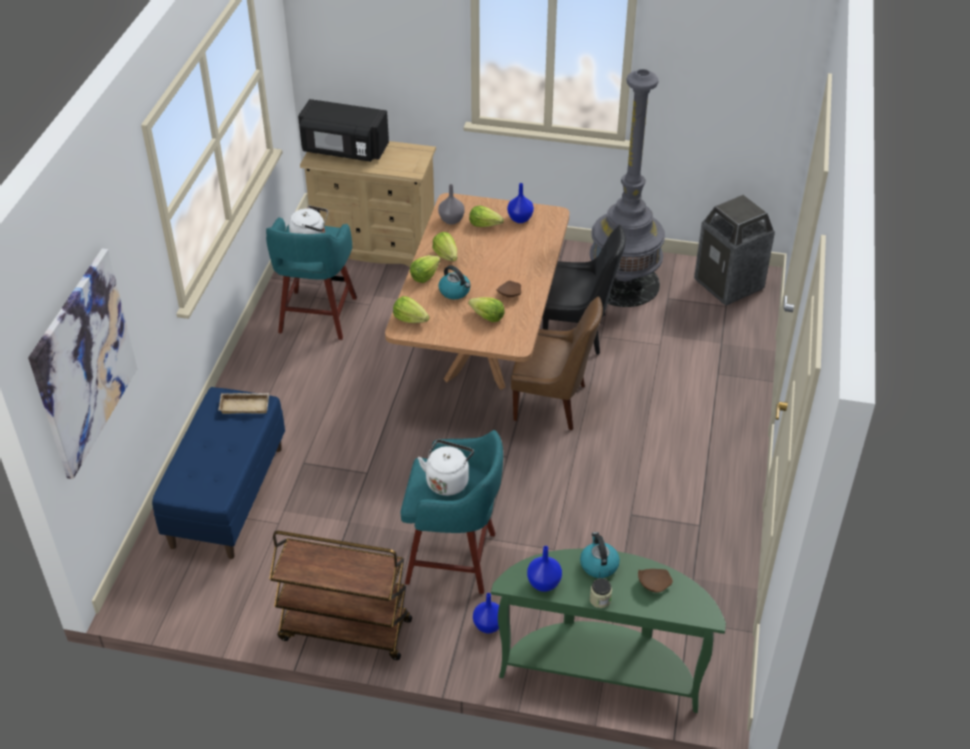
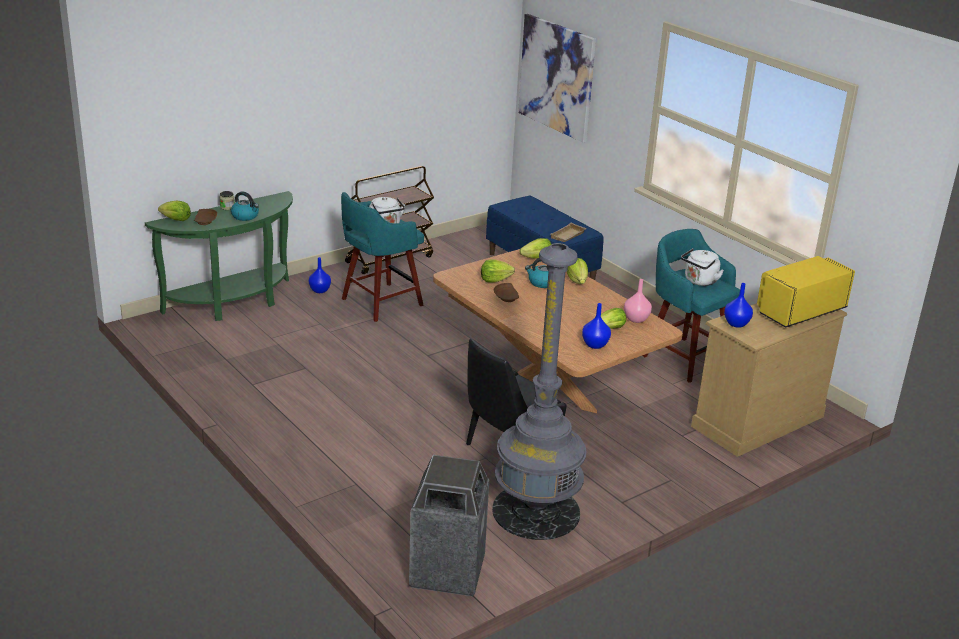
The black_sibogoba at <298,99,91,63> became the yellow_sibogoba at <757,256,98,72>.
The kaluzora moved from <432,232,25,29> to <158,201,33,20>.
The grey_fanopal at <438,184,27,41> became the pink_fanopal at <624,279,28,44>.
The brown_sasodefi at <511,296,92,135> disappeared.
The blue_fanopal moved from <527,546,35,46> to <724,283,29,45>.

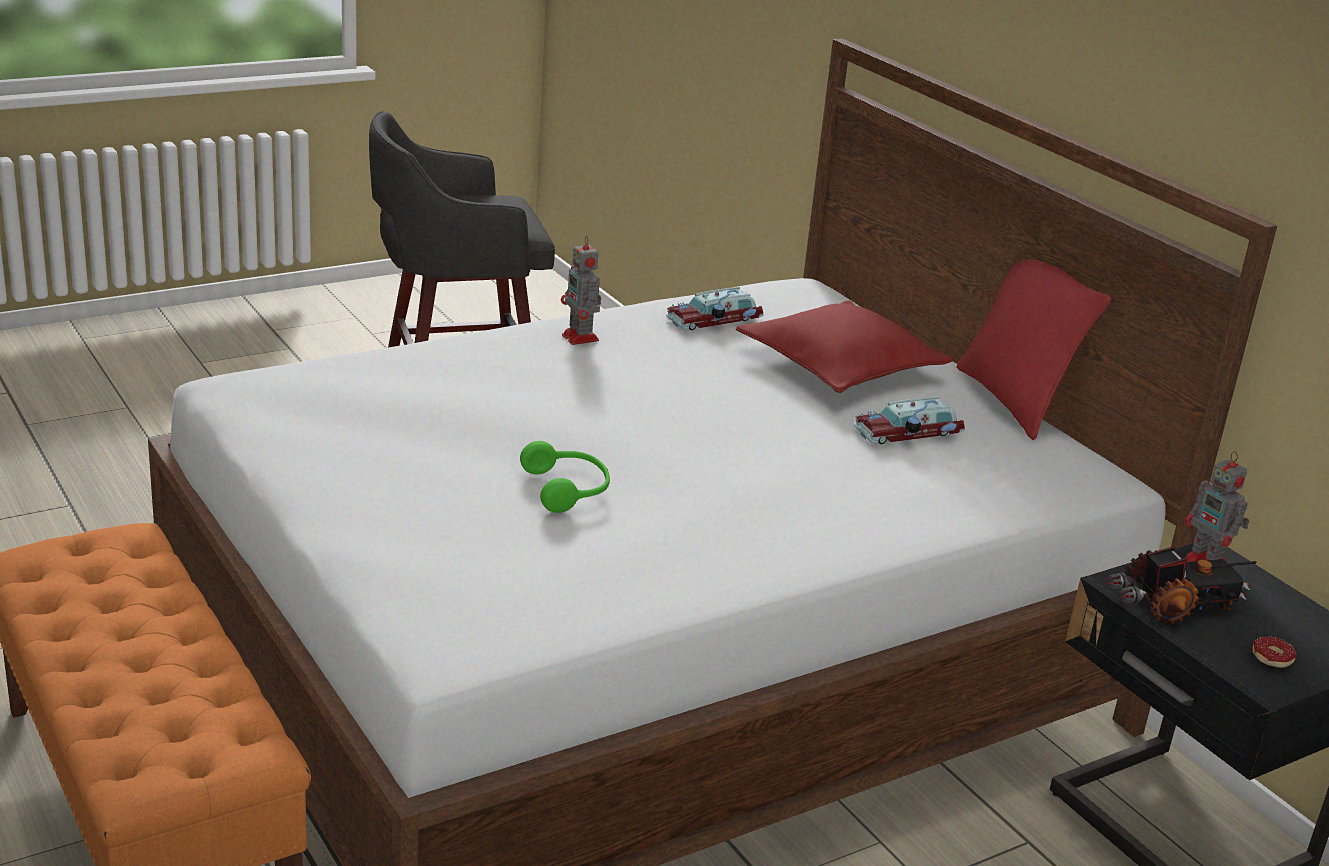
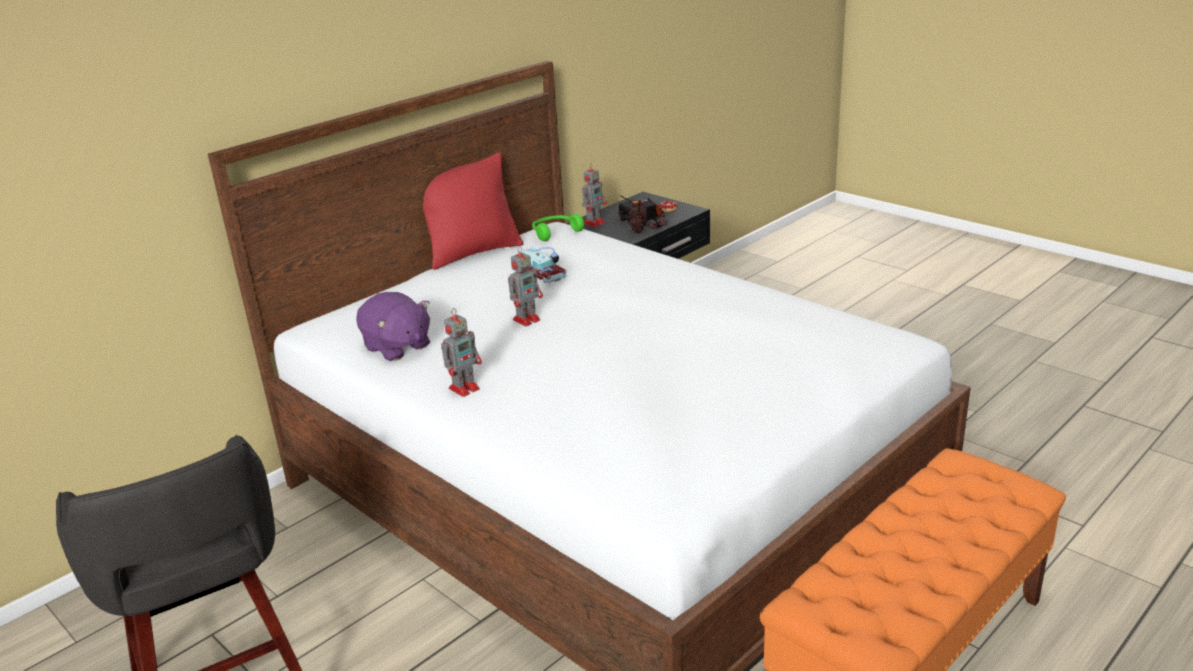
The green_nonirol moved from <520,441,90,72> to <532,214,52,27>.
The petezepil at <666,287,98,43> was replaced by the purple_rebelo at <356,292,74,69>.
The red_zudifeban at <736,301,218,92> disappeared.
The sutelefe at <508,246,35,80> appeared.

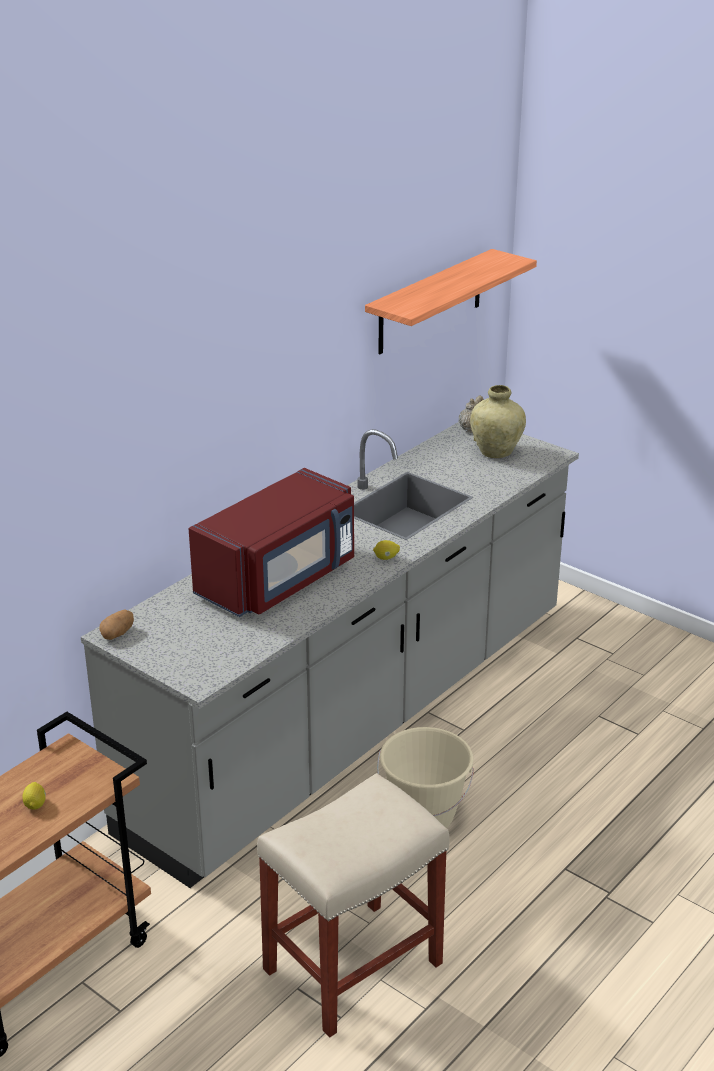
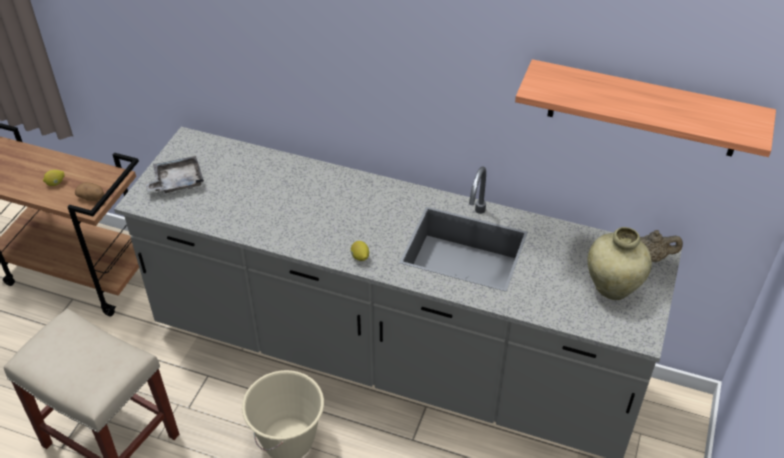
The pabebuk moved from <99,609,35,31> to <75,182,29,19>.
The red_sibogoba at <189,468,165,149> disappeared.
The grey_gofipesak at <145,156,59,38> appeared.

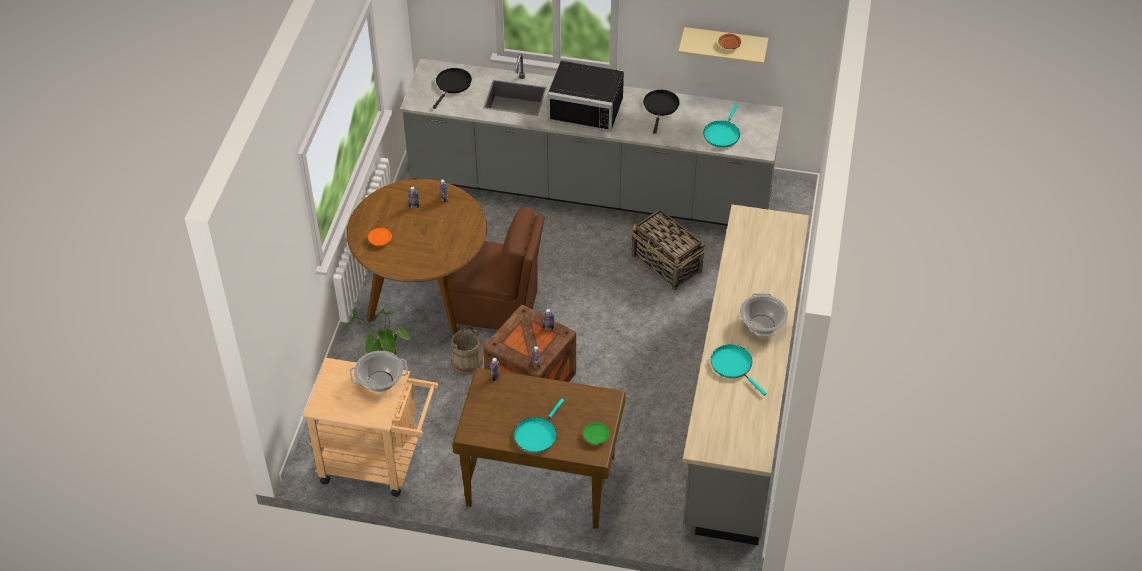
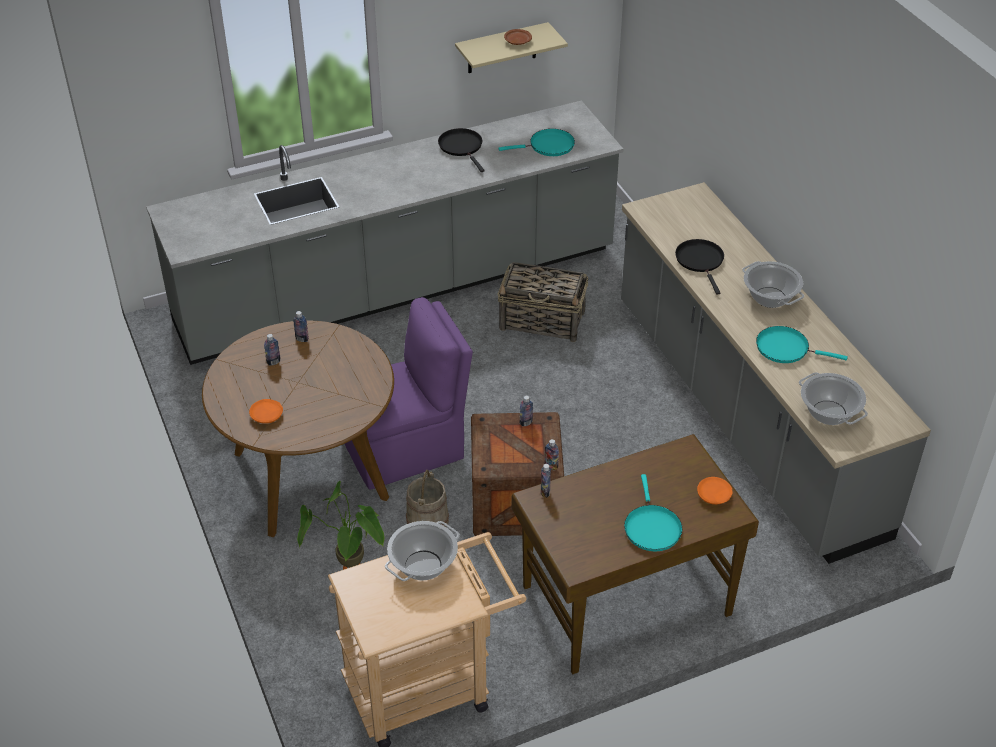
The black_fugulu moved from <433,68,39,41> to <675,239,49,56>.
The brown_sasodefi at <447,206,97,124> became the purple_sasodefi at <345,297,128,193>.
The black_sibogoba at <547,61,77,71> disappeared.
The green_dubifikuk at <583,423,26,22> became the orange_dubifikuk at <697,477,36,28>.
The turquoise_fugulu at <703,105,37,43> turned 90 degrees counterclockwise.
The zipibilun at <799,372,69,53> appeared.

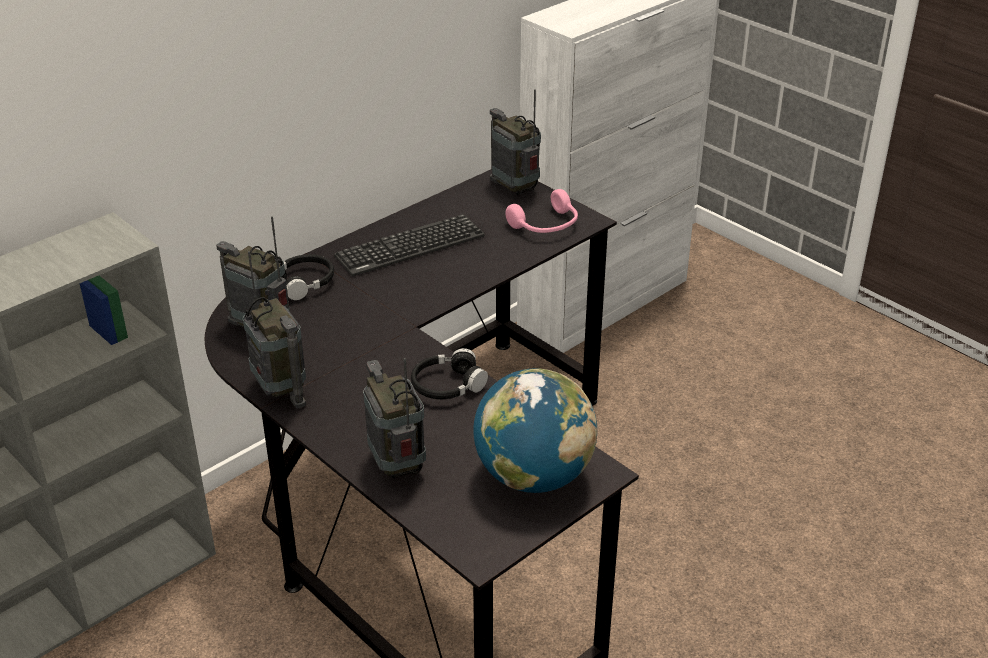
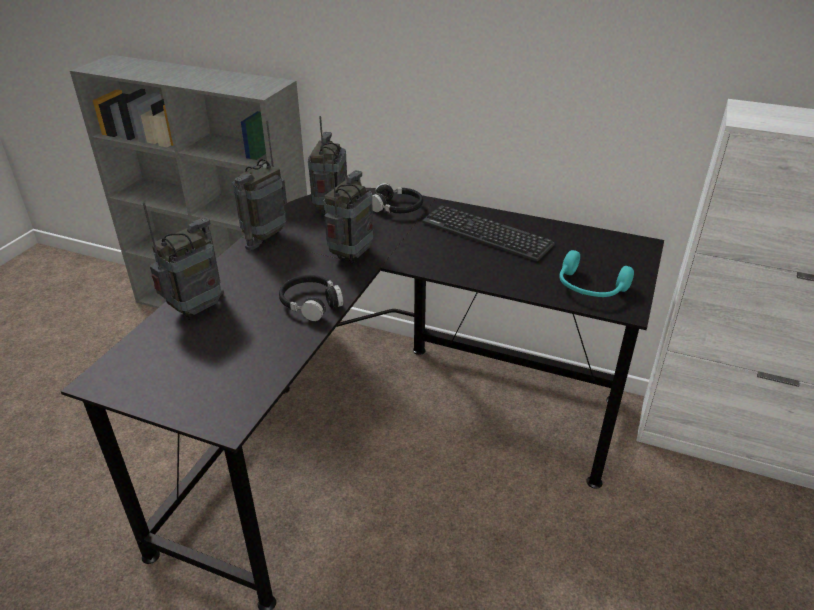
The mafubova at <473,368,124,125> disappeared.
The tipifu moved from <490,89,51,106> to <324,155,49,109>.
The pink_nonirol at <505,189,73,44> became the turquoise_nonirol at <559,250,75,47>.

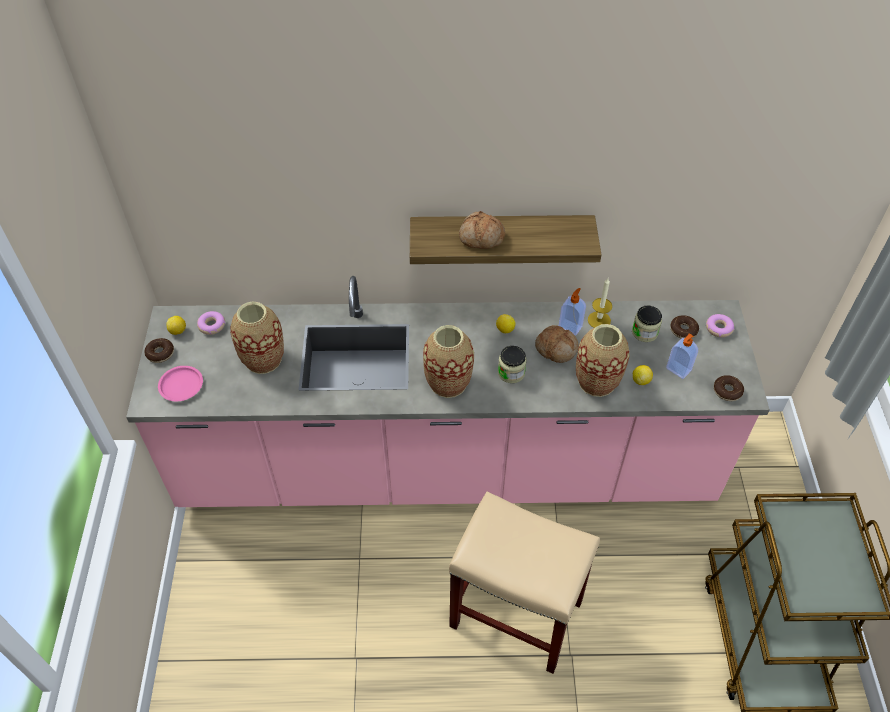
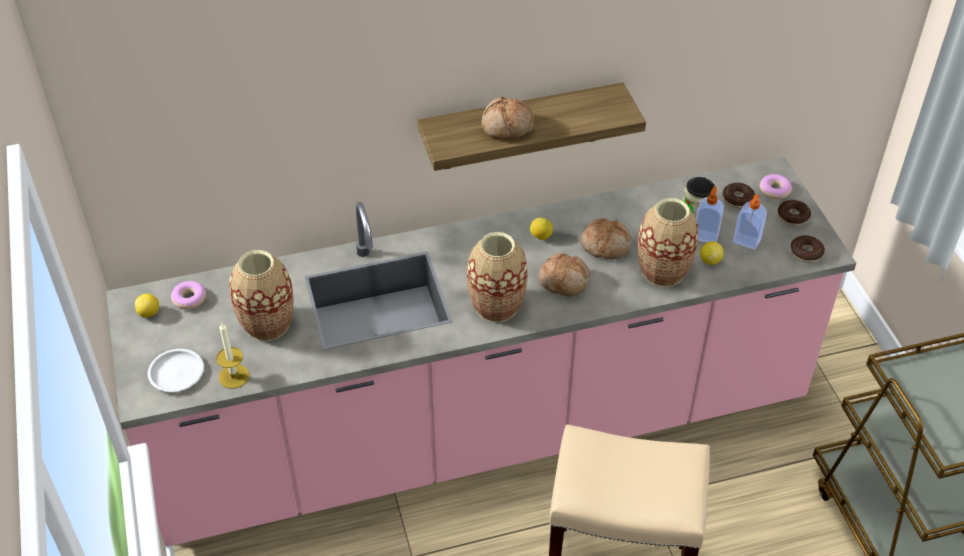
The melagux moved from <144,338,30,25> to <778,200,33,26>.
The pink_dubifikuk at <158,366,45,35> became the white_dubifikuk at <148,349,56,43>.
The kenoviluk at <498,346,29,37> was replaced by the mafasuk at <538,253,52,43>.
The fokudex moved from <559,288,27,47> to <696,186,28,57>.
The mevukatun moved from <588,278,24,50> to <216,323,34,66>.

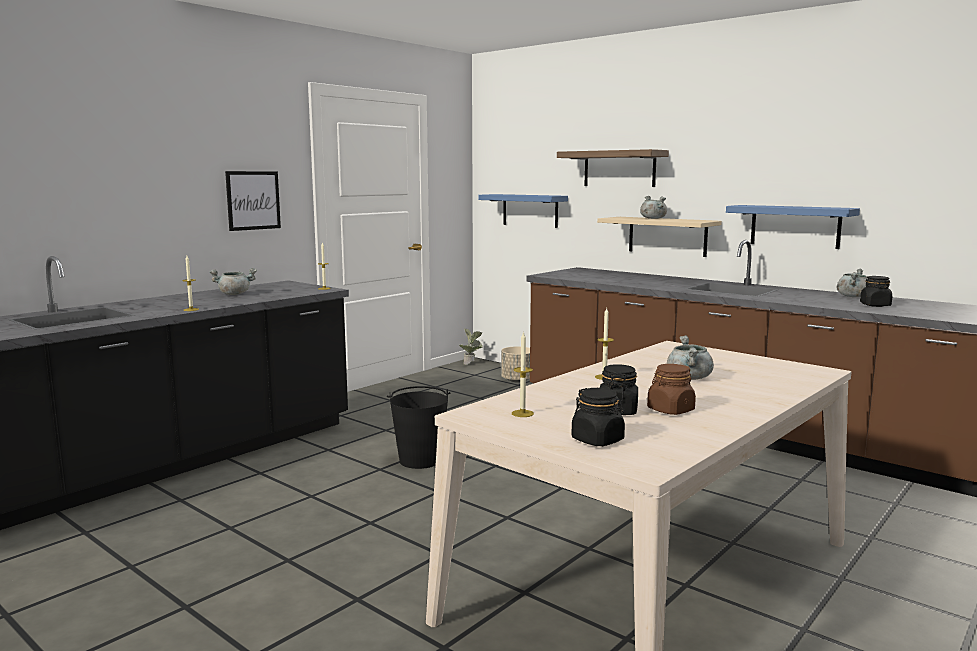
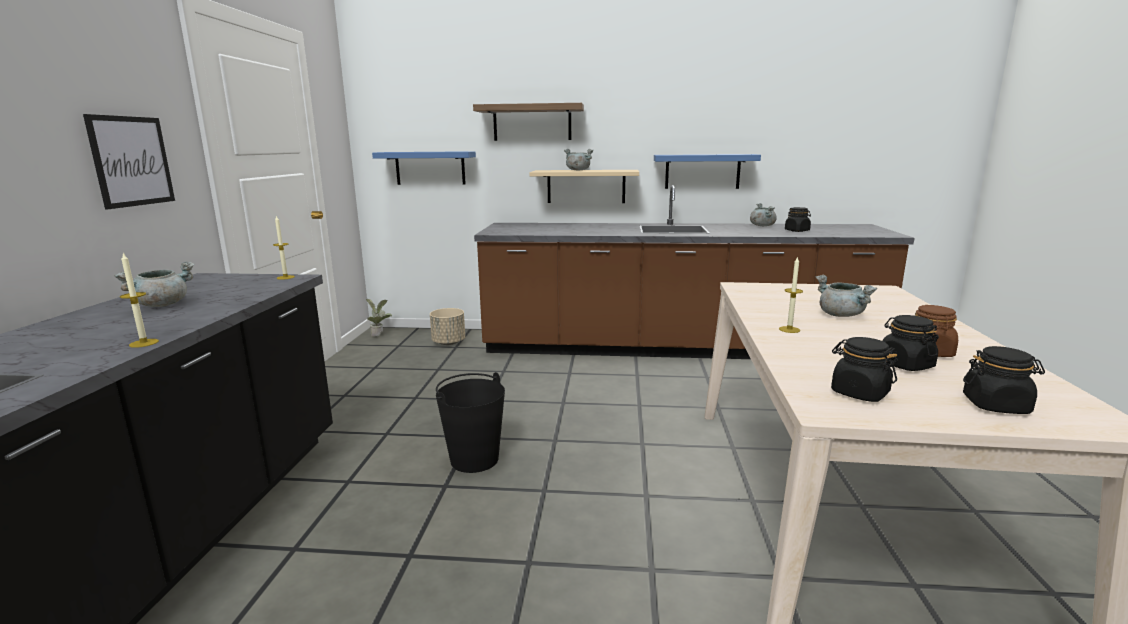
The mevukatun at <512,331,22,86> was replaced by the black_kenoviluk at <831,337,67,65>.

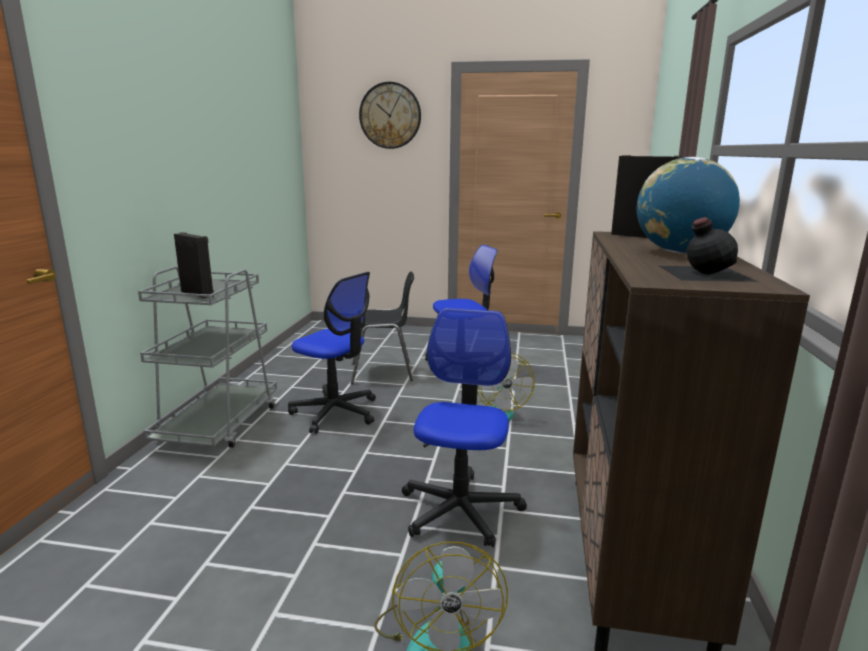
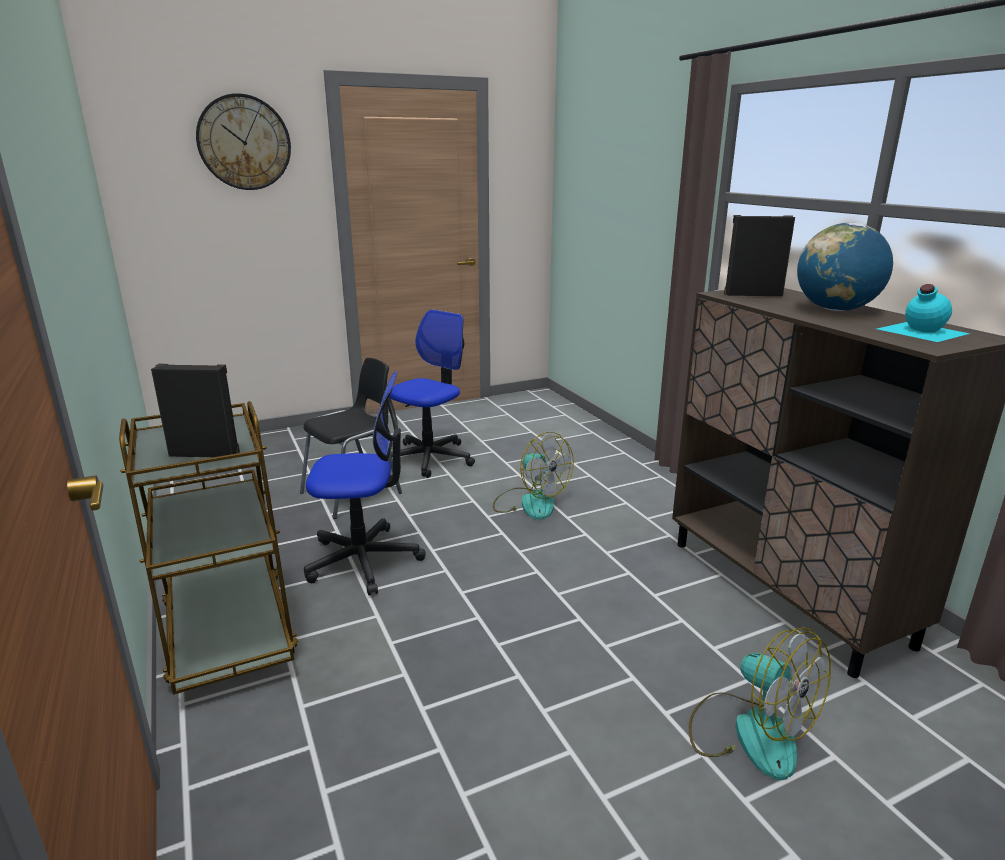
The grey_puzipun at <138,266,139,182> became the brown_puzipun at <119,401,179,294>.
The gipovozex at <402,308,125,239> disappeared.
The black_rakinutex at <659,217,99,65> became the turquoise_rakinutex at <877,284,93,58>.

